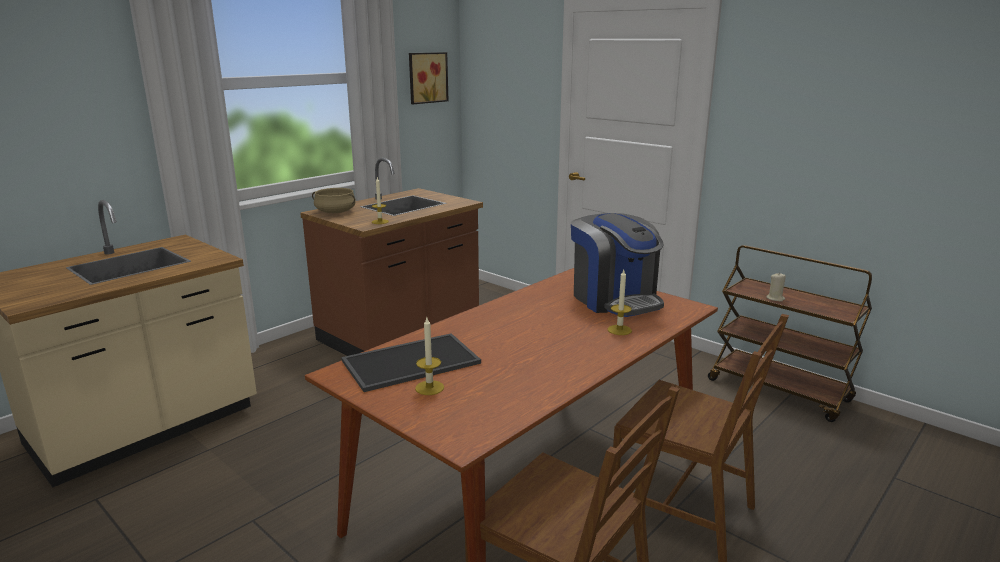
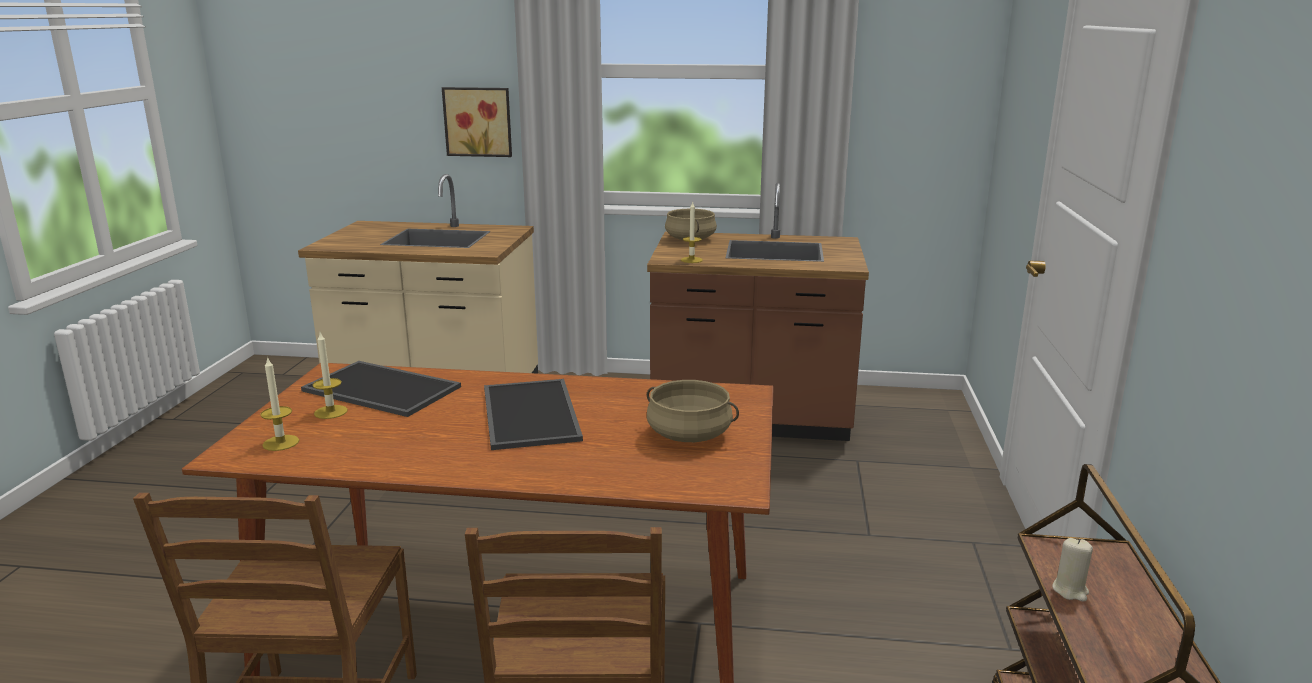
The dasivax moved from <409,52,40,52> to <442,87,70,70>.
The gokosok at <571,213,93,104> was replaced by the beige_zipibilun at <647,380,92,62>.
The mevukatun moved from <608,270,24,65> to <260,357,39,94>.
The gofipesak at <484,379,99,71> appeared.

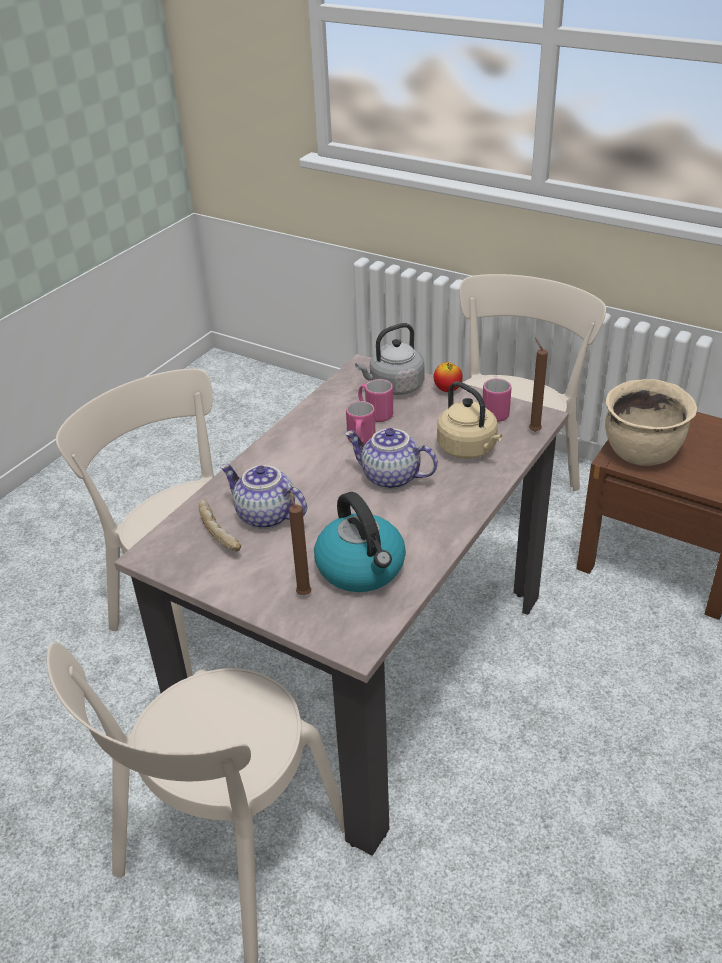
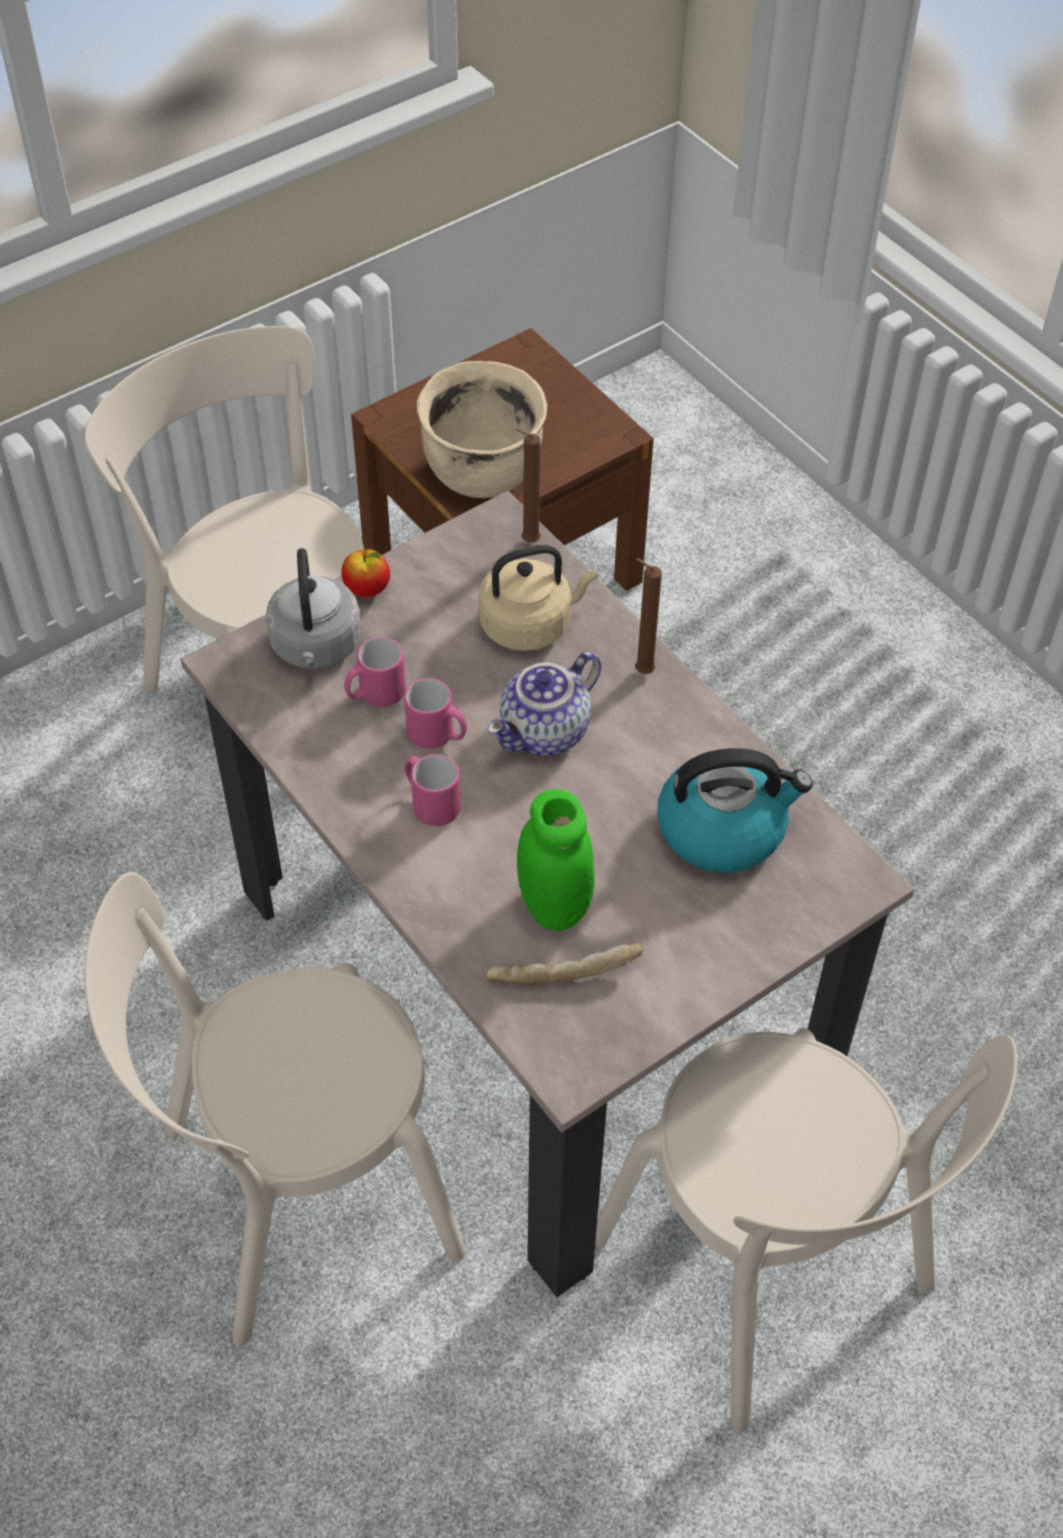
The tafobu at <220,464,87,65> was replaced by the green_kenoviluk at <517,789,78,142>.
The brown_mevukatun moved from <289,490,23,105> to <635,558,27,116>.
The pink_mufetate moved from <483,379,28,43> to <405,754,56,72>.

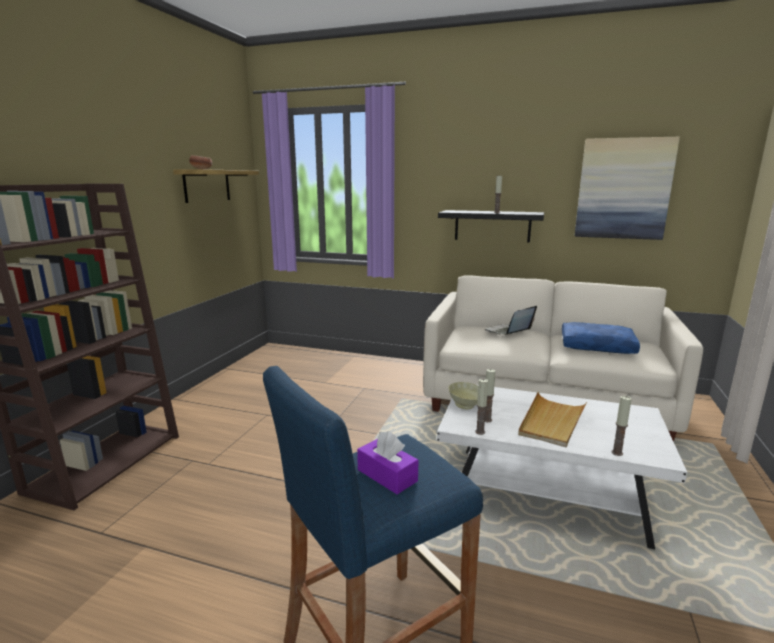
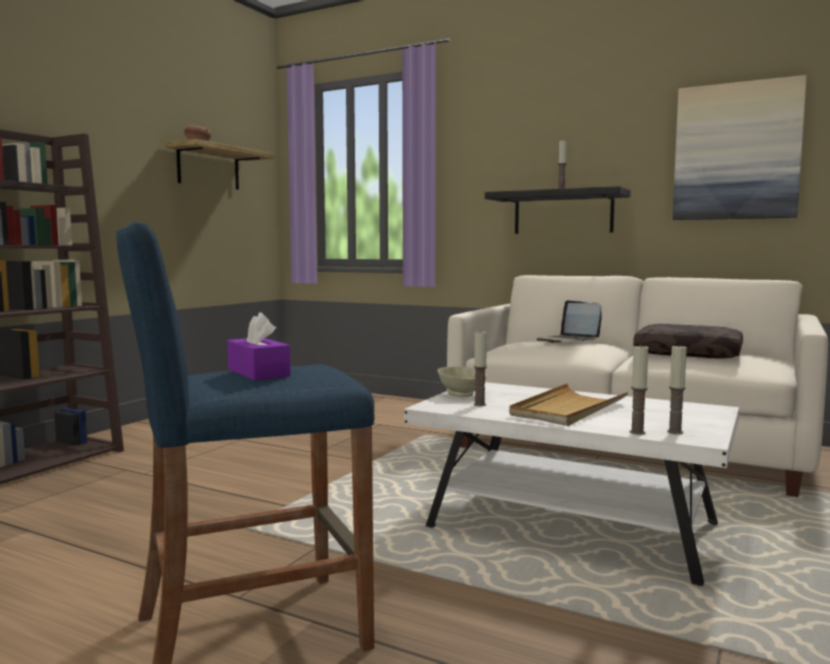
The mevukatun moved from <475,379,13,56> to <667,344,20,90>.
The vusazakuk at <485,306,52,29> turned 90 degrees counterclockwise.
The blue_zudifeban at <562,322,78,32> became the brown_zudifeban at <633,324,110,34>.

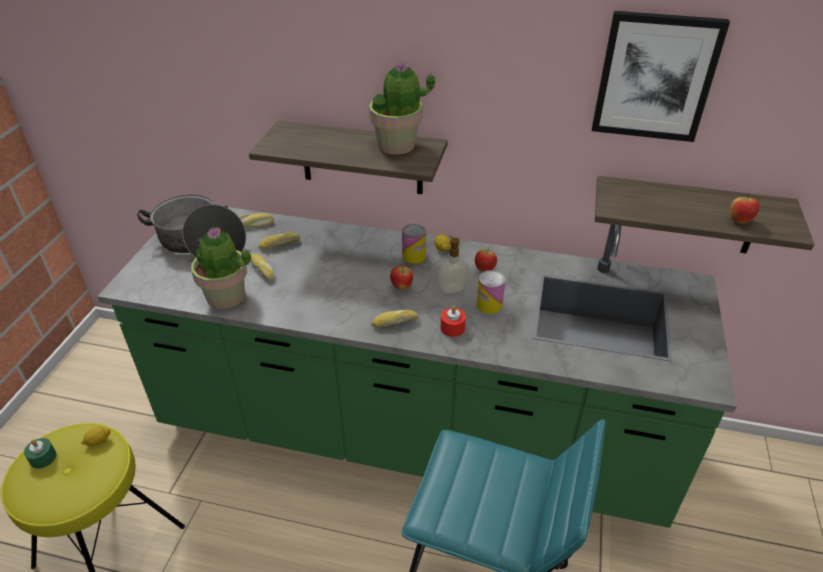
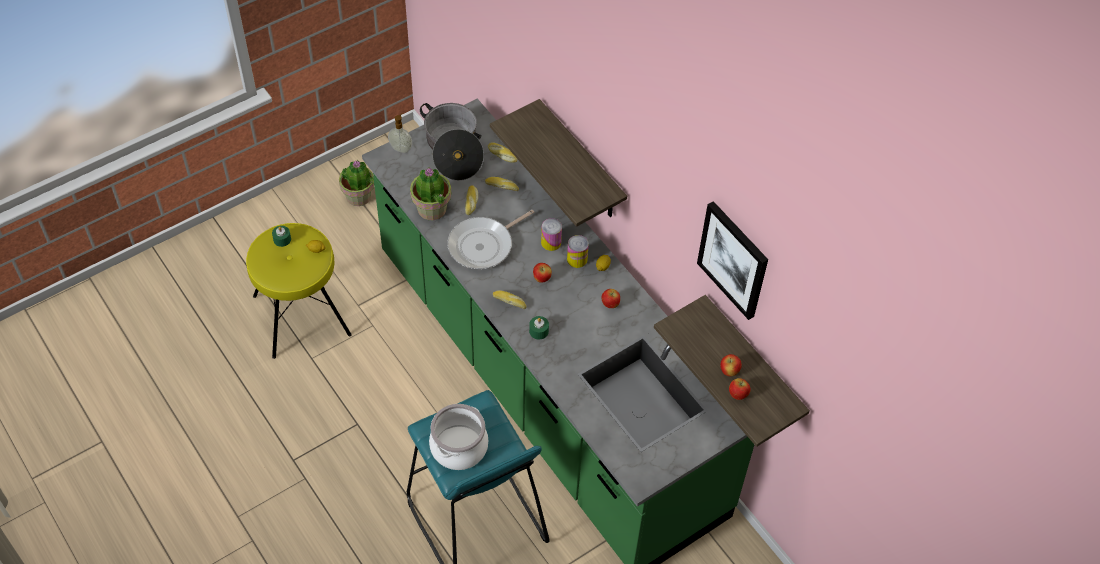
The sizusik moved from <369,61,66,94> to <339,160,35,46>.
The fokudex moved from <437,236,32,57> to <388,113,25,40>.
The red_mevukatun at <440,306,26,31> became the green_mevukatun at <529,316,20,23>.
The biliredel moved from <477,270,28,44> to <541,218,21,33>.
The zipibilun at <429,404,59,66> appeared.
The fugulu at <447,210,87,59> appeared.
The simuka at <720,354,22,22> appeared.

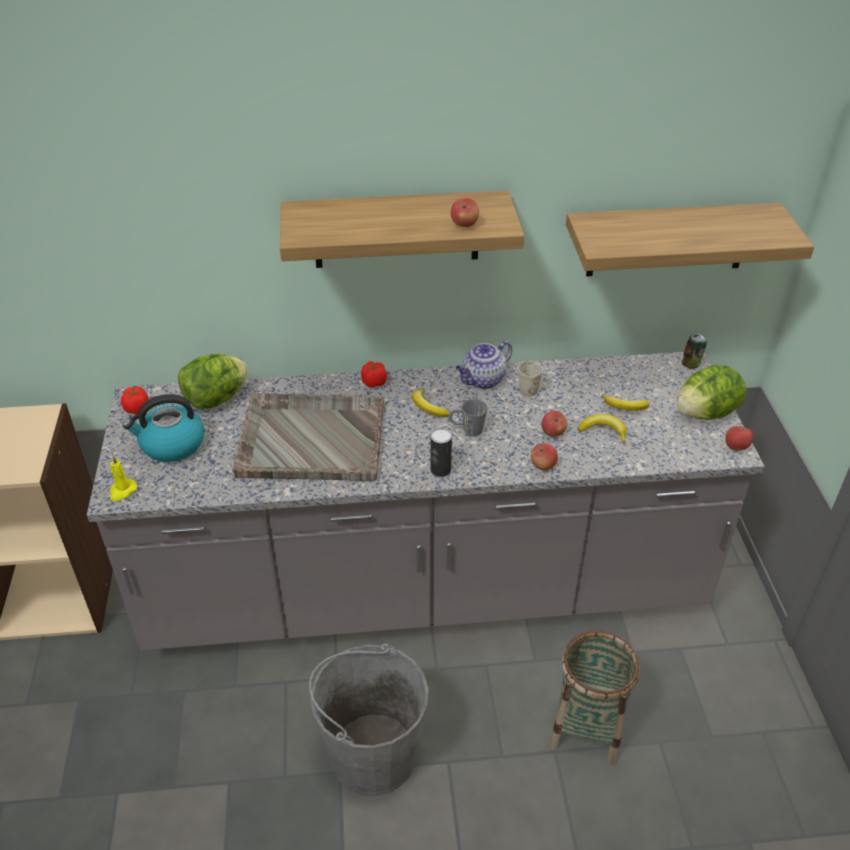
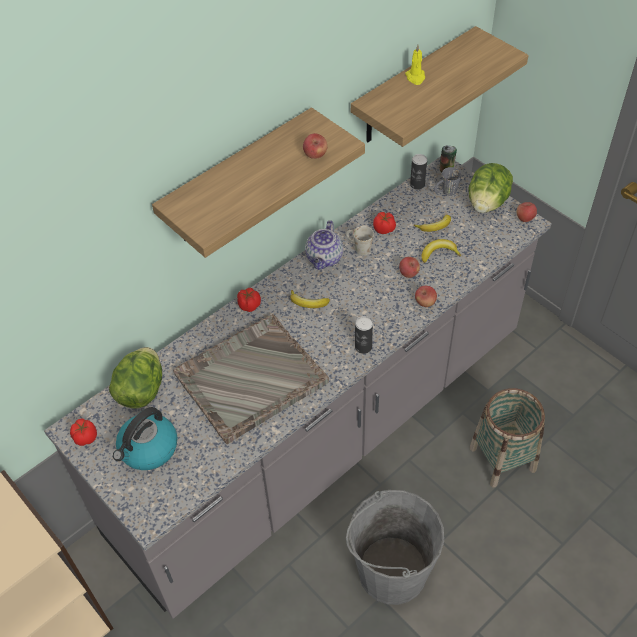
The yellow_mevukatun moved from <110,456,27,45> to <405,45,20,40>.
The grey_mufetate moved from <448,399,39,37> to <434,167,27,29>.
The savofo at <373,212,23,22> appeared.
The biliredel at <410,154,17,36> appeared.

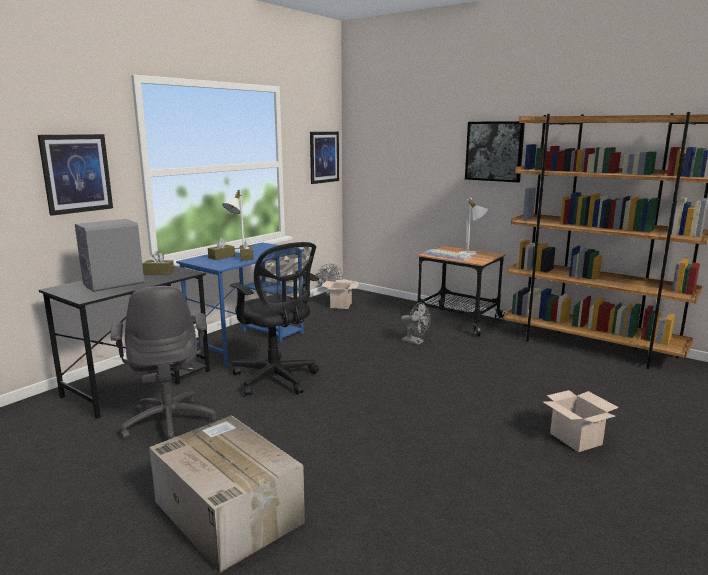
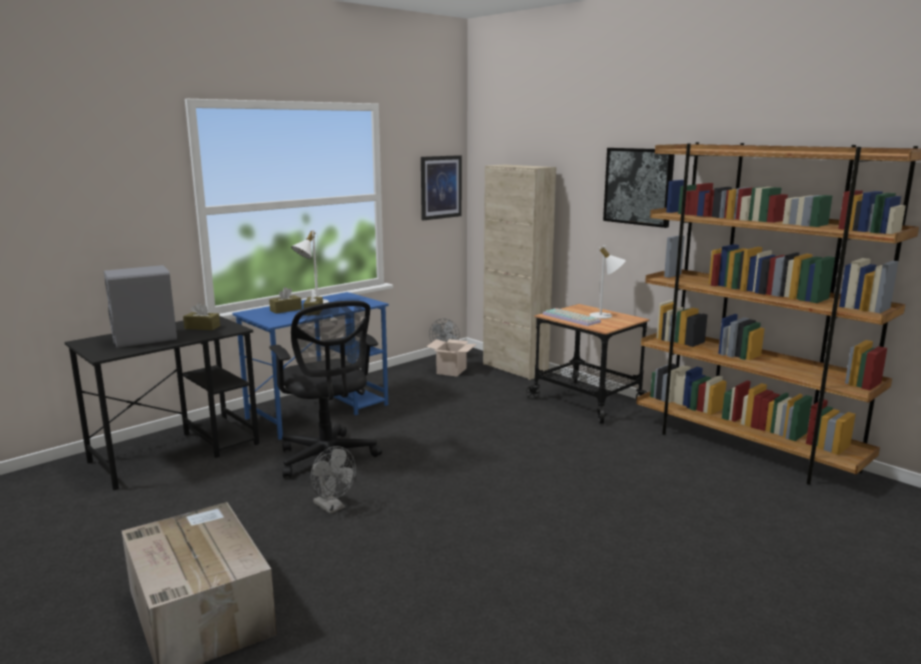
The dasivax at <38,134,75,82> disappeared.
The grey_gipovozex at <110,286,107,154> disappeared.
The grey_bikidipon moved from <401,302,30,43> to <310,446,46,68>.
The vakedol at <543,390,76,62> disappeared.
The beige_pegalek at <483,164,73,216> appeared.

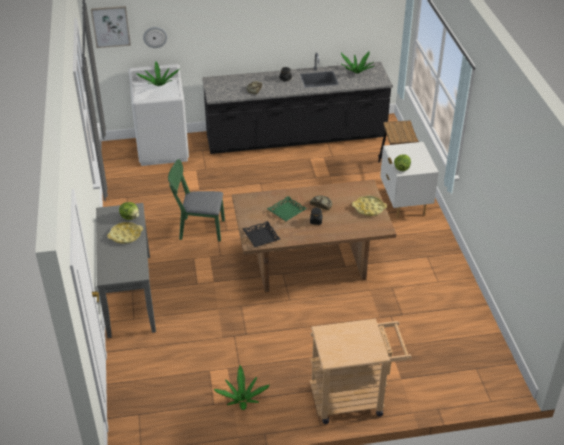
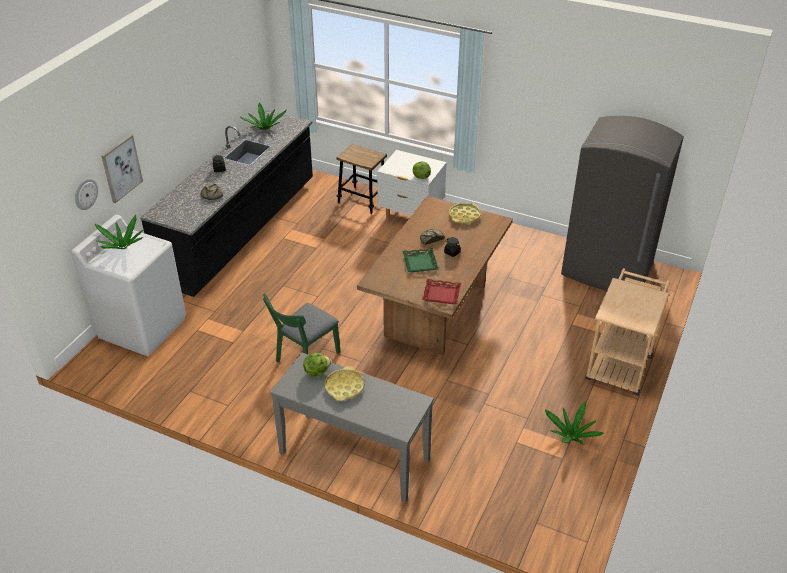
The dasivax moved from <91,6,40,42> to <101,134,42,69>.
The black_gofipesak at <242,221,38,26> became the red_gofipesak at <422,279,39,25>.
The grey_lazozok at <561,116,123,175> appeared.

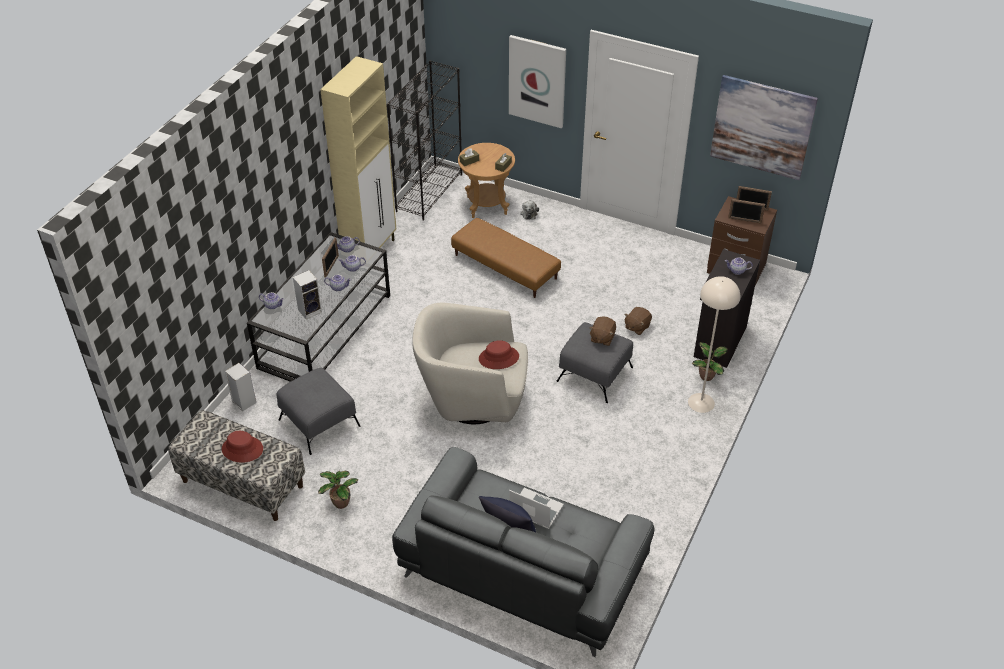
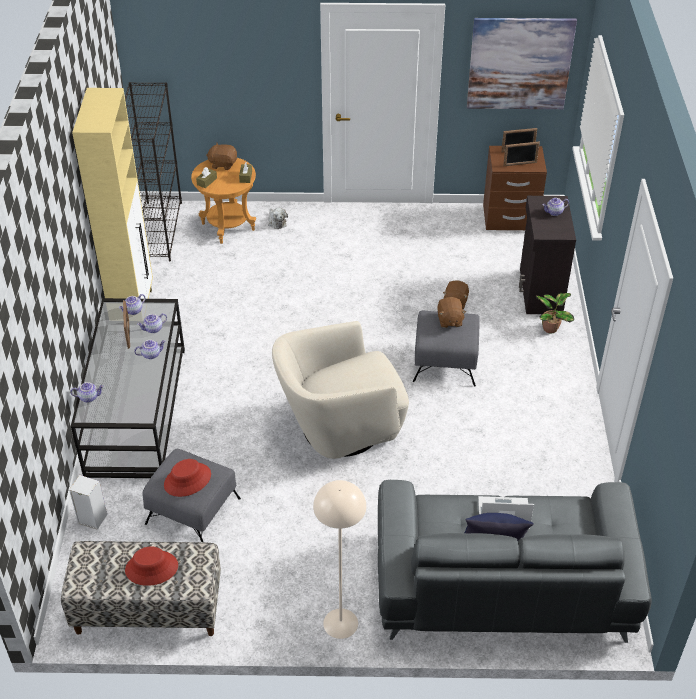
The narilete at <293,270,29,49> disappeared.
The sizusik at <318,471,40,38> disappeared.
The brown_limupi at <451,218,110,80> disappeared.
The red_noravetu moved from <479,340,40,29> to <164,459,47,38>.
The dasivax at <509,35,57,93> disappeared.
The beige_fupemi moved from <688,276,52,137> to <313,480,54,159>.
The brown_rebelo at <206,143,31,27> appeared.

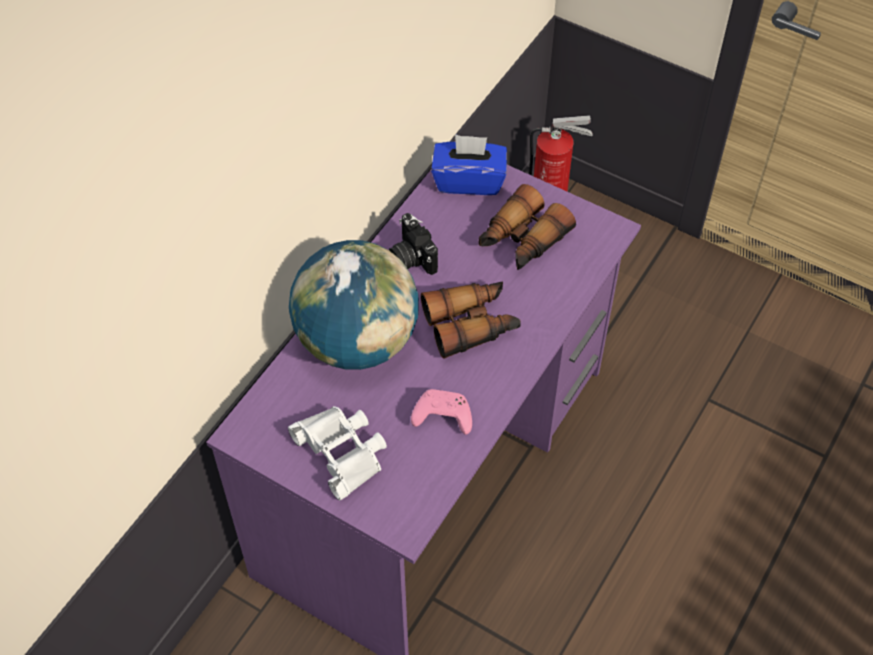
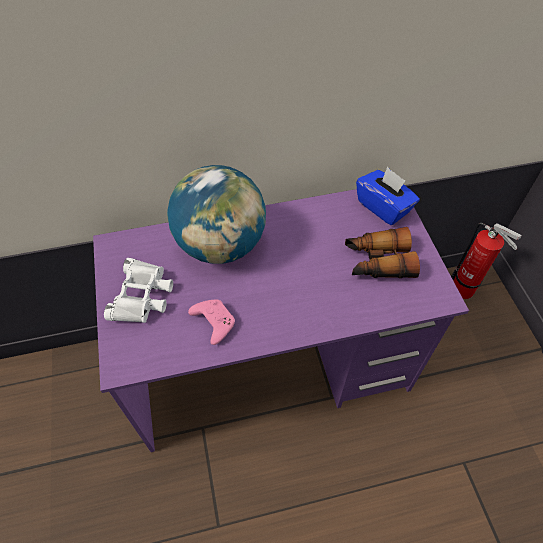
The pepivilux at <389,213,49,62> disappeared.
The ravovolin at <421,282,100,77> disappeared.

